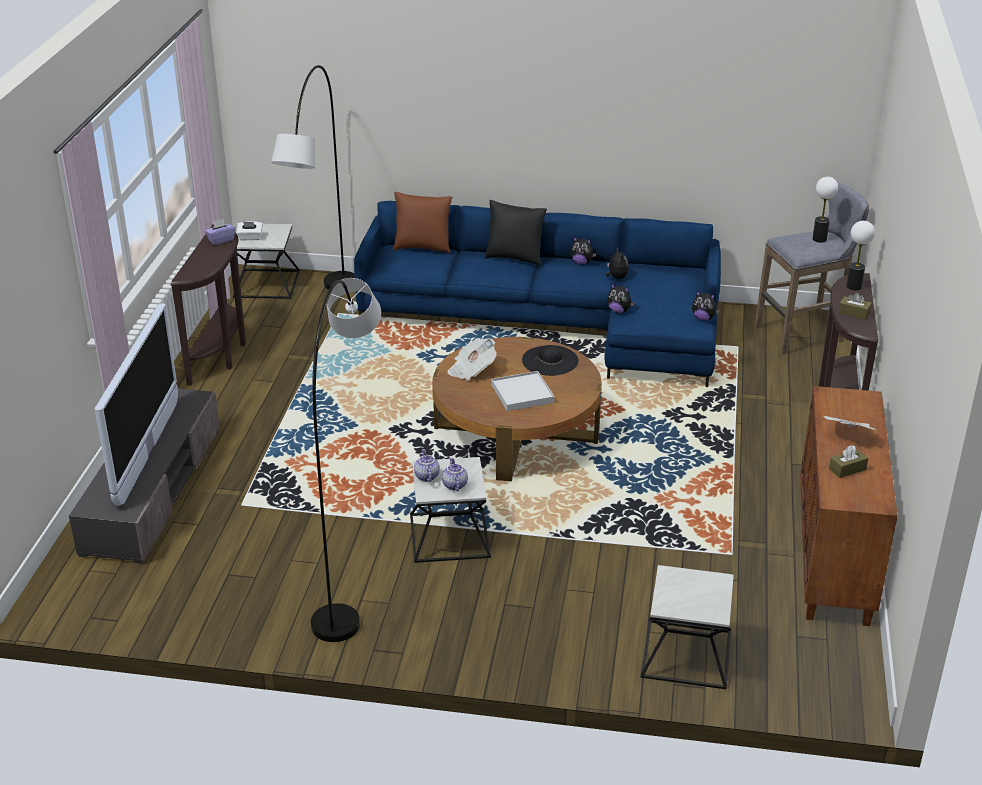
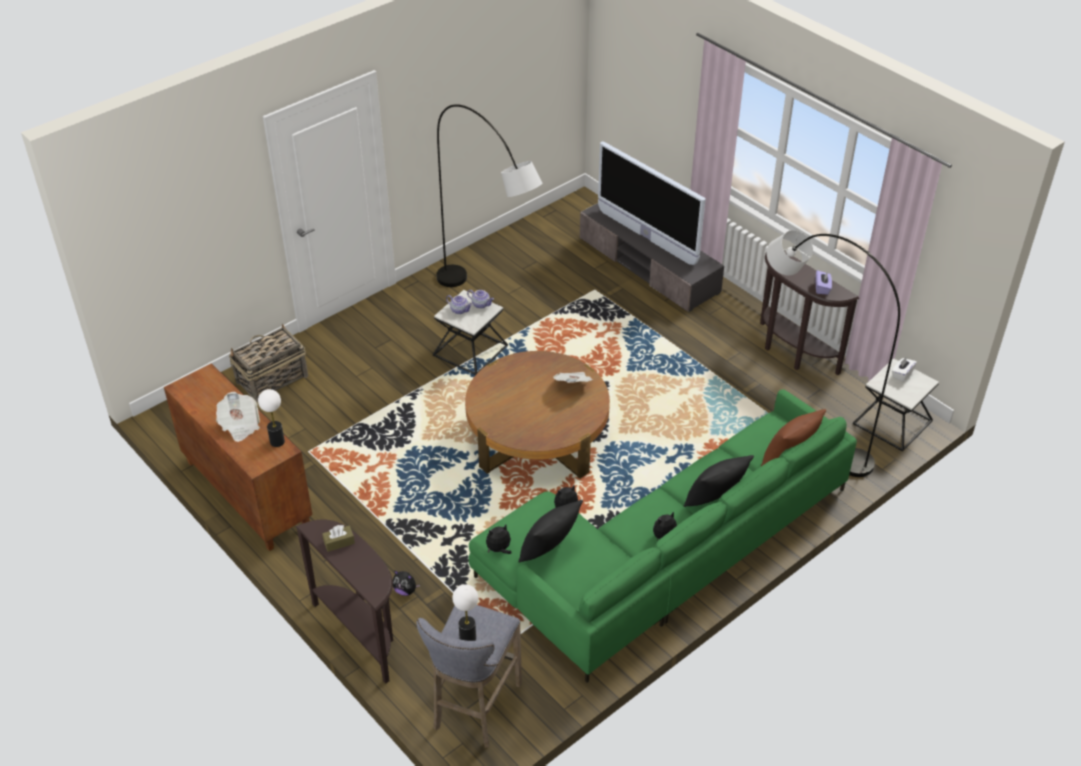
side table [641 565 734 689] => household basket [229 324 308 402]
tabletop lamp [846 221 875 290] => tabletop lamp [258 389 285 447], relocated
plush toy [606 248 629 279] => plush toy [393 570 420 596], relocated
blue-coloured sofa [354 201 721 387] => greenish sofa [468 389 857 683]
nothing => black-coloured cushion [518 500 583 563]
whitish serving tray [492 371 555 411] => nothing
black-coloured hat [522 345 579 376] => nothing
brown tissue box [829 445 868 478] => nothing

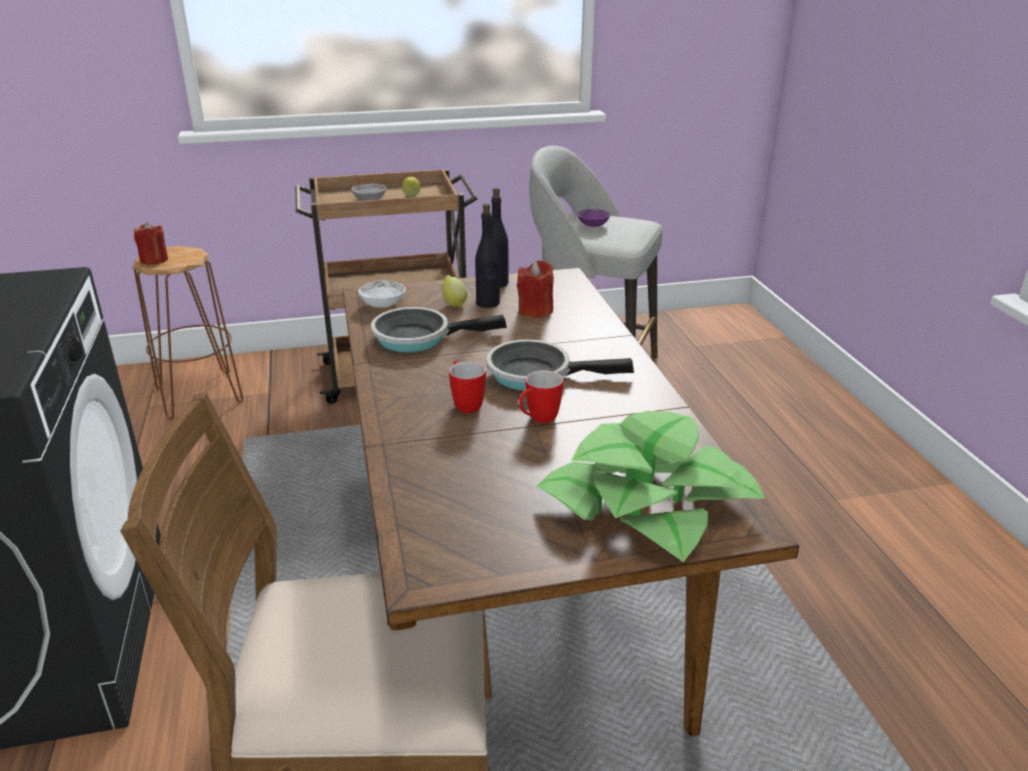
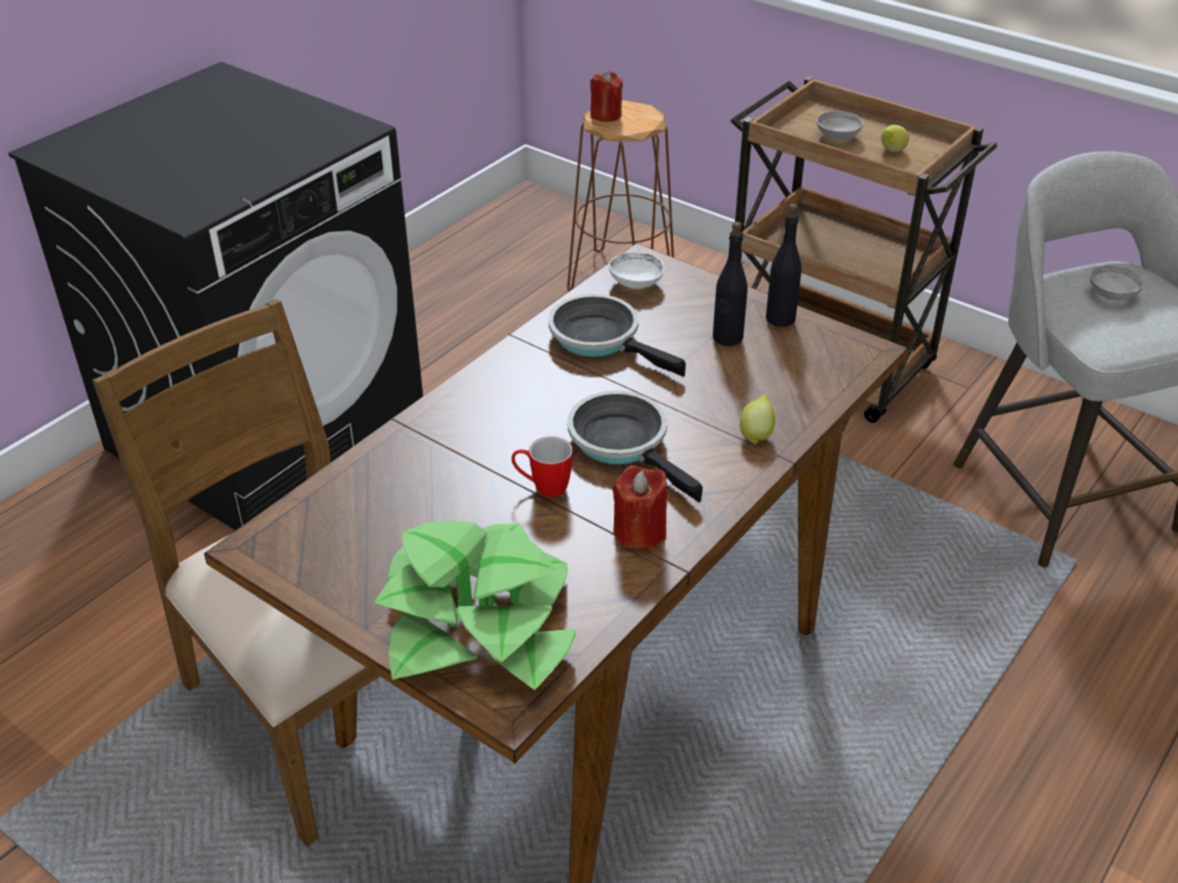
reddish candle [517 261 554 318] => reddish candle [613 466 667 549], relocated
lemon [442 275 467 307] => lemon [740 395 775 445], relocated
purplish bowl [577 209 610 227] => gray bowl [1090 265 1145 301]
mug [449 361 486 413] => nothing

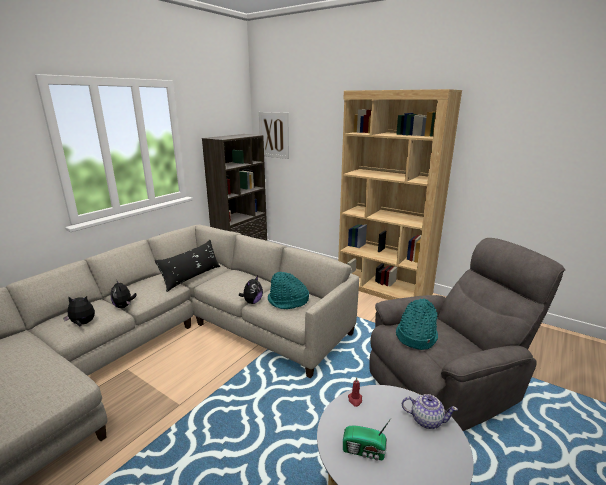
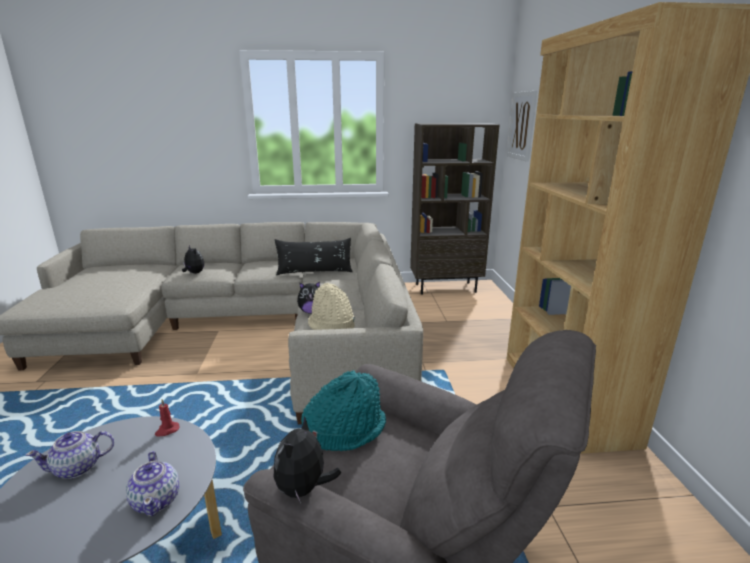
radio set [343 417 392 461] => tea pot [25 431 114 479]
plush toy [111 279 137 308] => plush toy [274 416 341 503], relocated
turquoise-coloured hat [268 272 309 309] => beige-coloured hat [308 283 355 330]

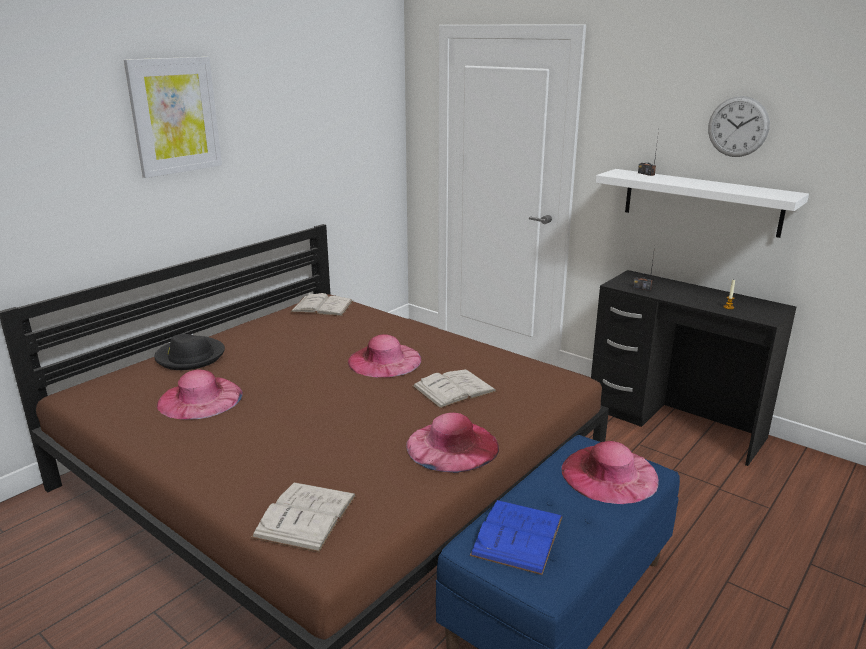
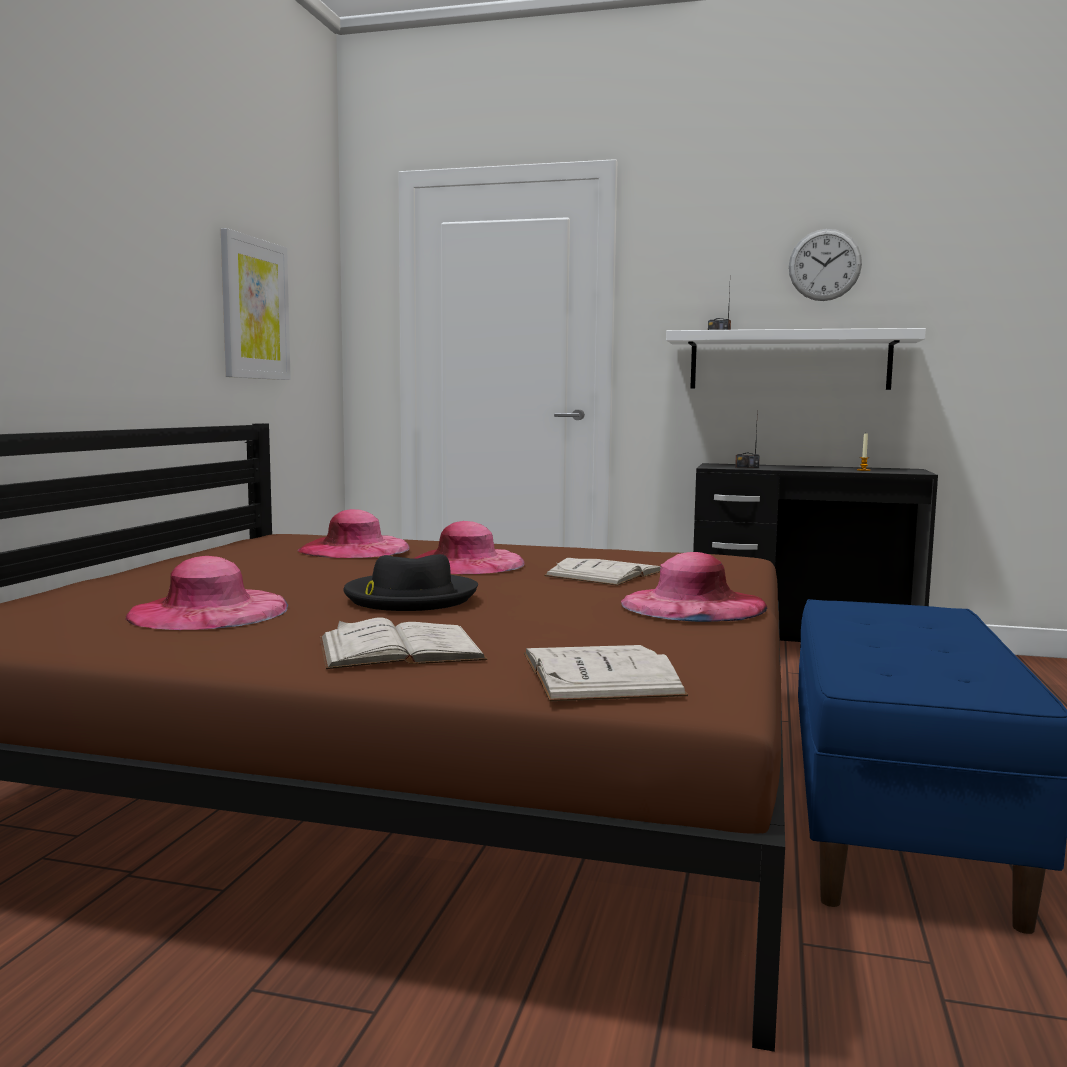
wall art [124 57 222 178] => wall art [221 228 291 380], relocated
pink-coloured hat [561 441 659 504] => pink-coloured hat [298 509 410 558], relocated
whitish volume [290 293 353 316] => whitish volume [320 618 487 669], relocated
black-coloured hat [154 334 225 370] => black-coloured hat [343 554 478 611], relocated
blue-coloured volume [470 500 563 575] => nothing

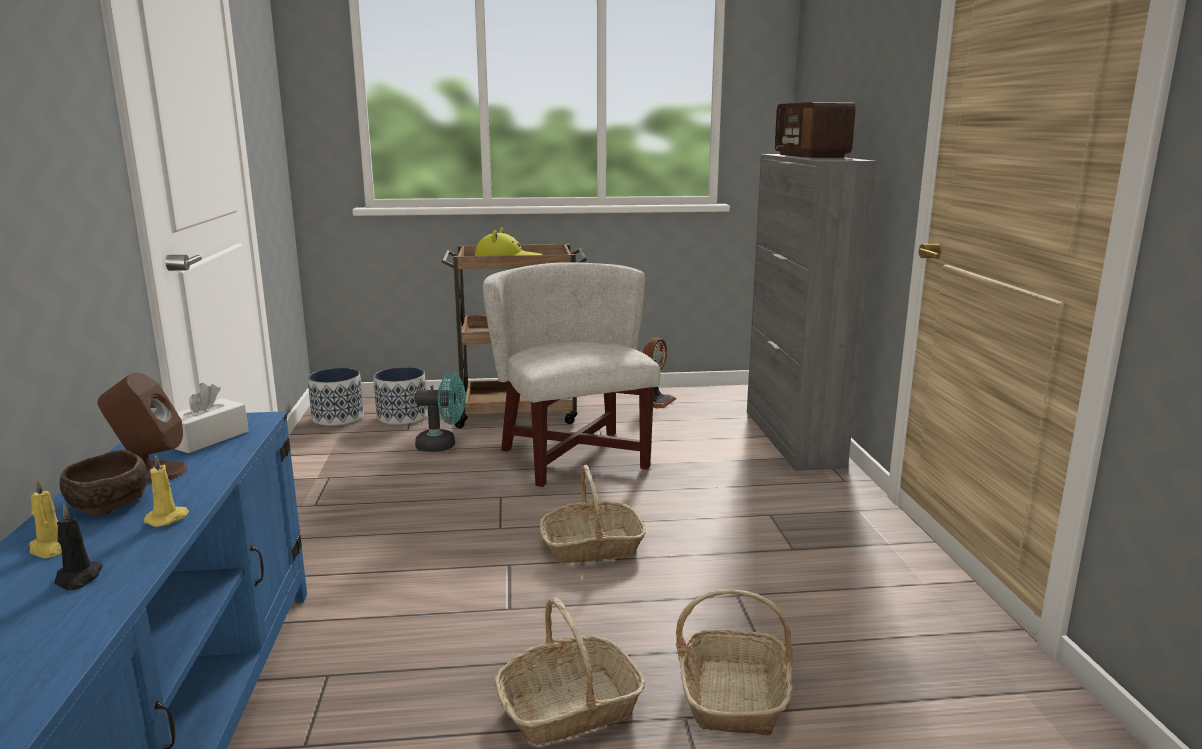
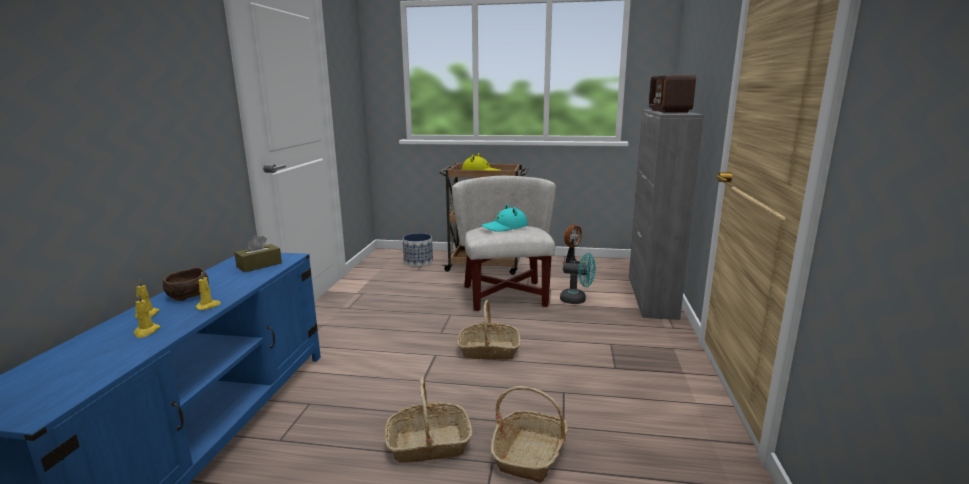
black-coloured candle [55 505 103 590] => yellowish candle [133 293 160 338]
whitish tissue box [175 383 249 453] => brown tissue box [234 235 282 272]
nothing => turquoise-coloured hat [481 204 528 232]
turquoise-coloured electric fan [415 372 465 452] => turquoise-coloured electric fan [560 253 596 304], relocated
brown speaker [98 373 188 483] => nothing
flower pot [308 368 364 426] => nothing

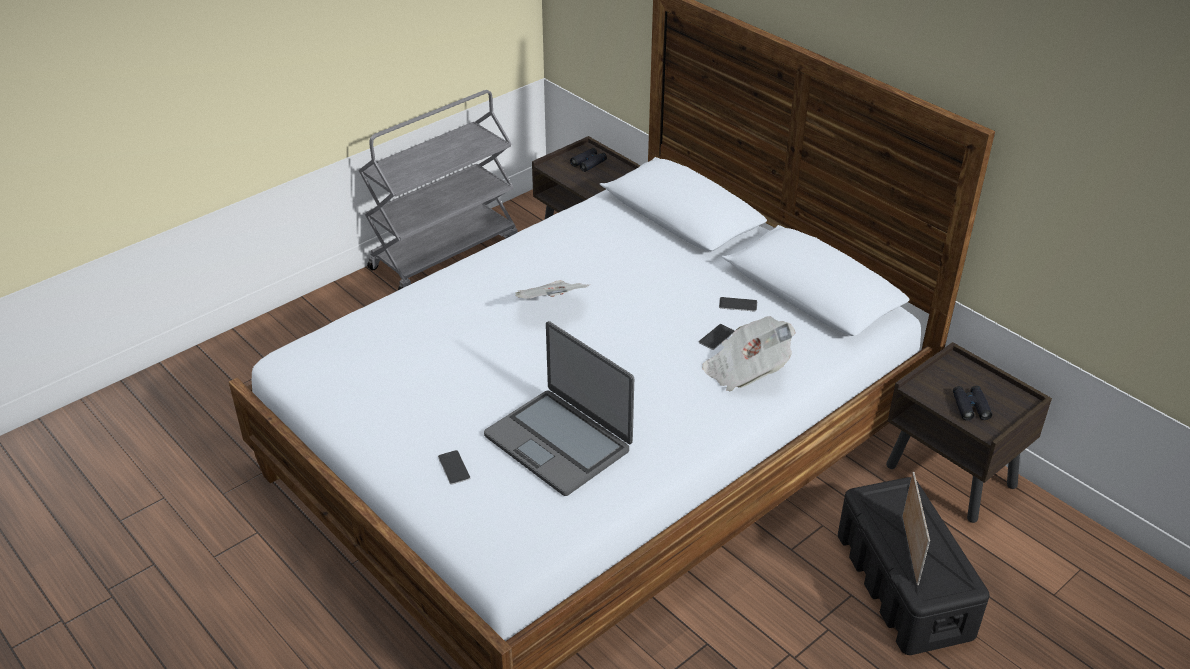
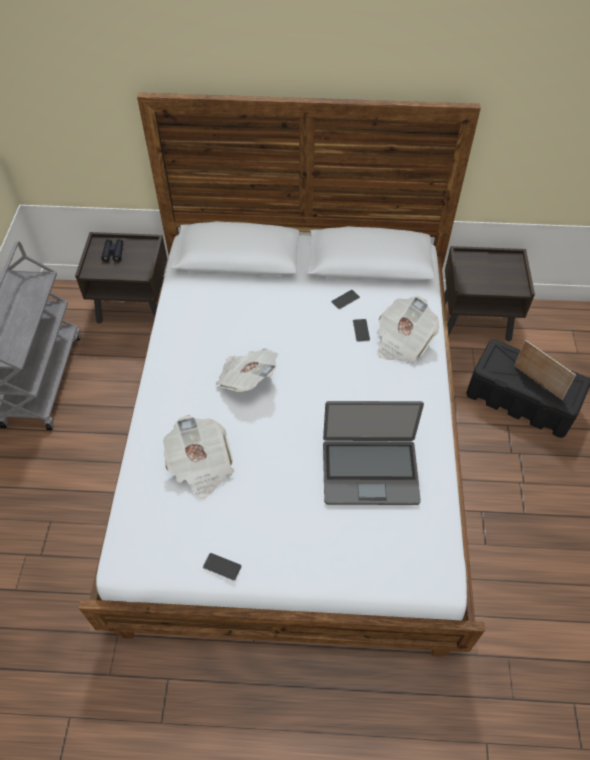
nothing => daily paper [163 415 234 498]
handset [438 450 471 485] => handset [203 553 242 581], relocated
black-coloured field glasses [953 386 992 421] => nothing

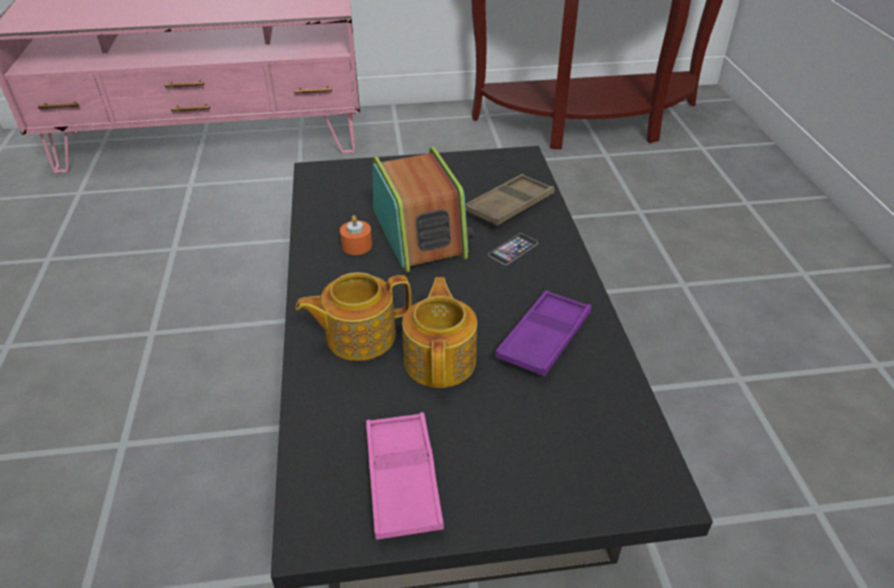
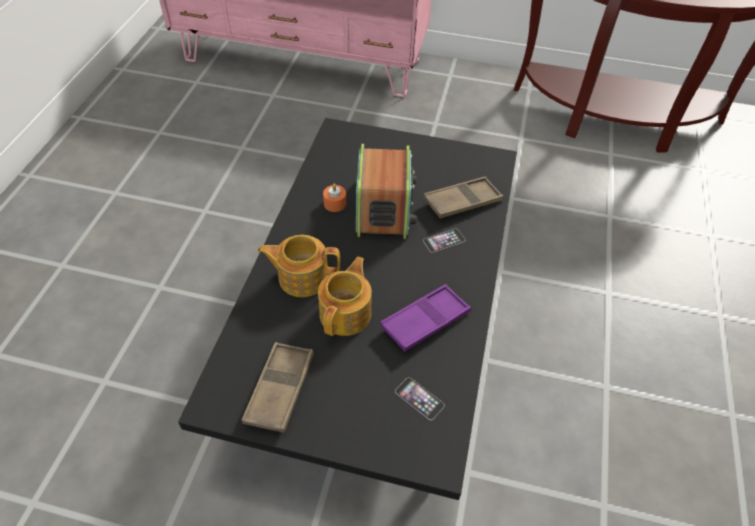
pink-coloured serving tray [366 412 444 540] => brown serving tray [241 342 314 433]
nothing => handset [395 377 445 420]

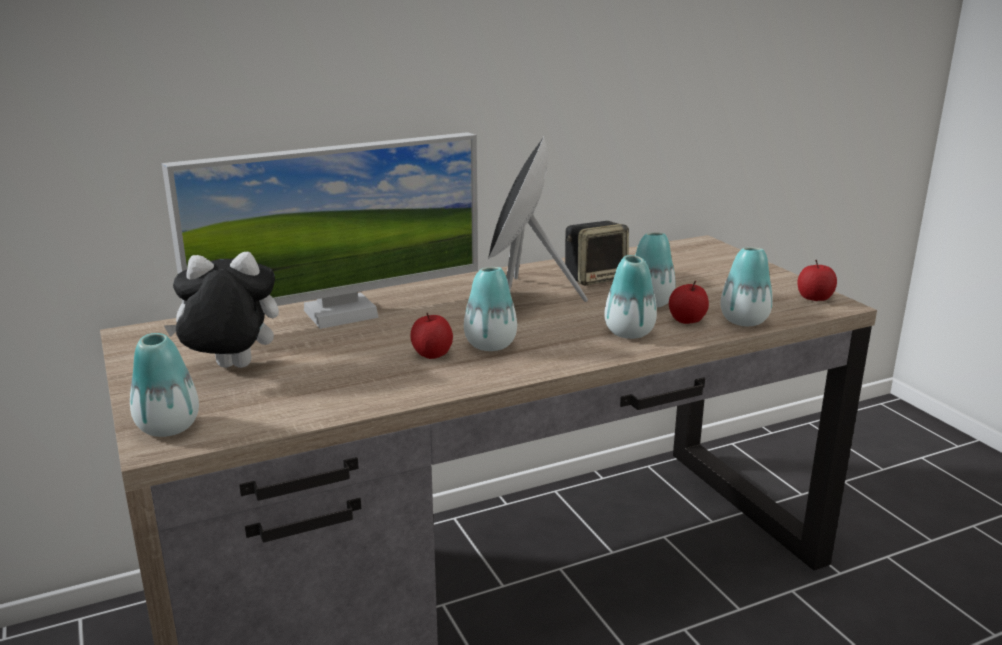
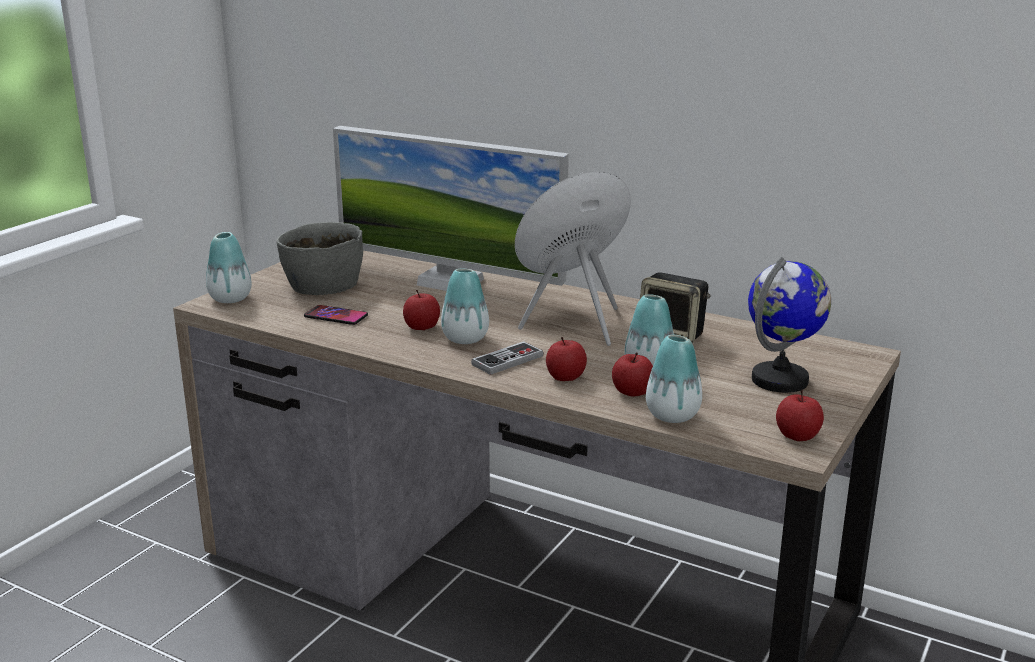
plush toy [164 251 279 368] => gray bowl [276 222 363 295]
nothing => handset [304 305 368 325]
nothing => gamepad [471 341 543 375]
flower vase [604 255 657 339] => apple [546 337 587 381]
nothing => globe [748 257 831 393]

